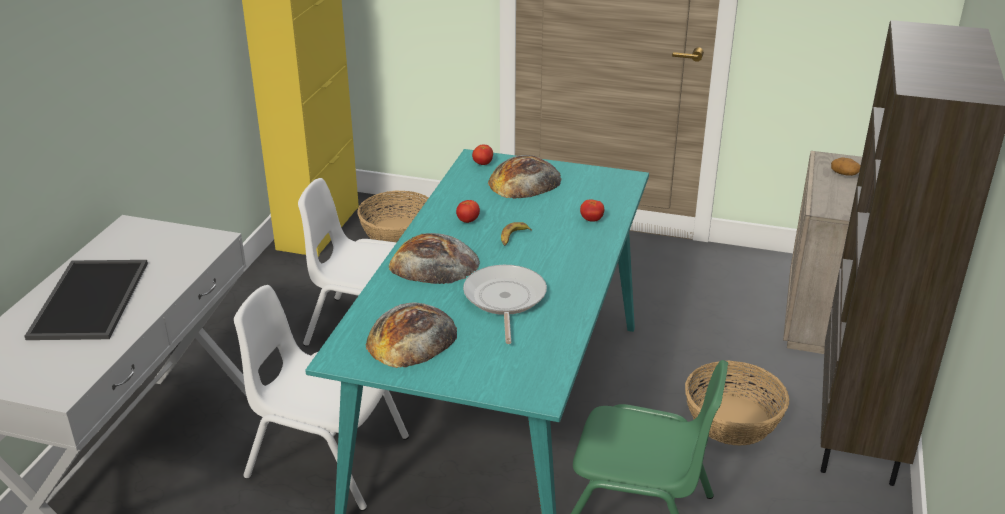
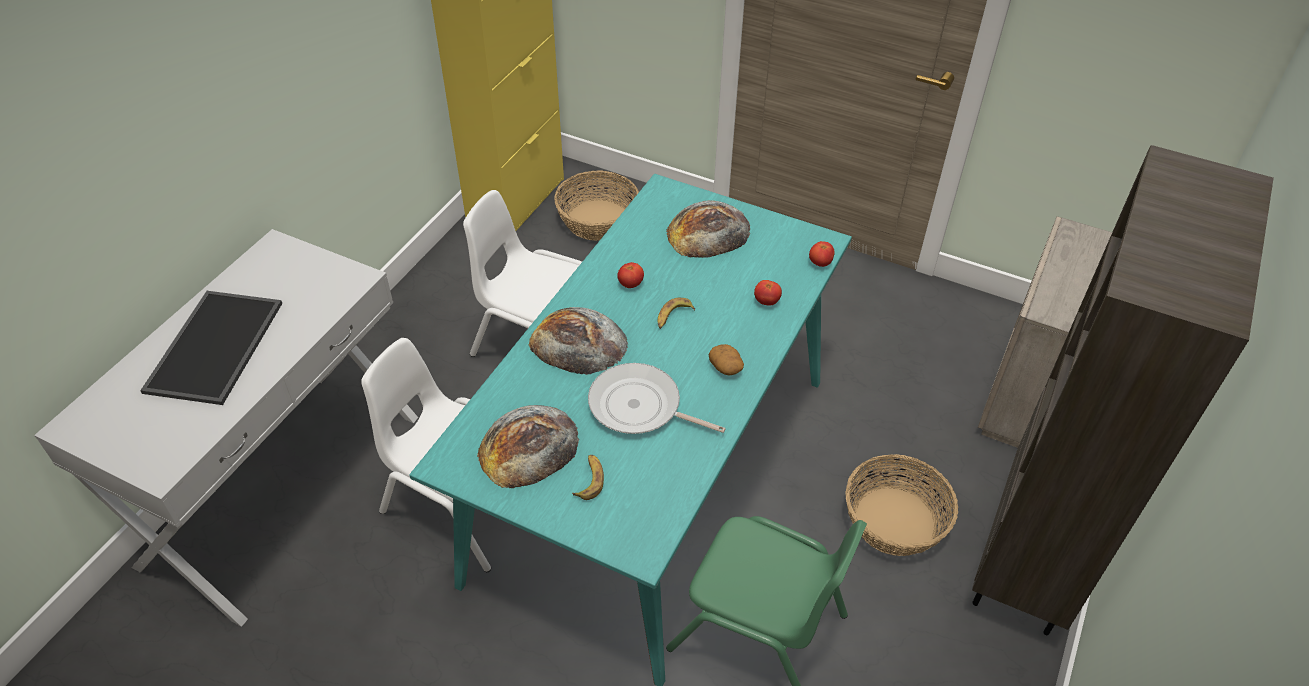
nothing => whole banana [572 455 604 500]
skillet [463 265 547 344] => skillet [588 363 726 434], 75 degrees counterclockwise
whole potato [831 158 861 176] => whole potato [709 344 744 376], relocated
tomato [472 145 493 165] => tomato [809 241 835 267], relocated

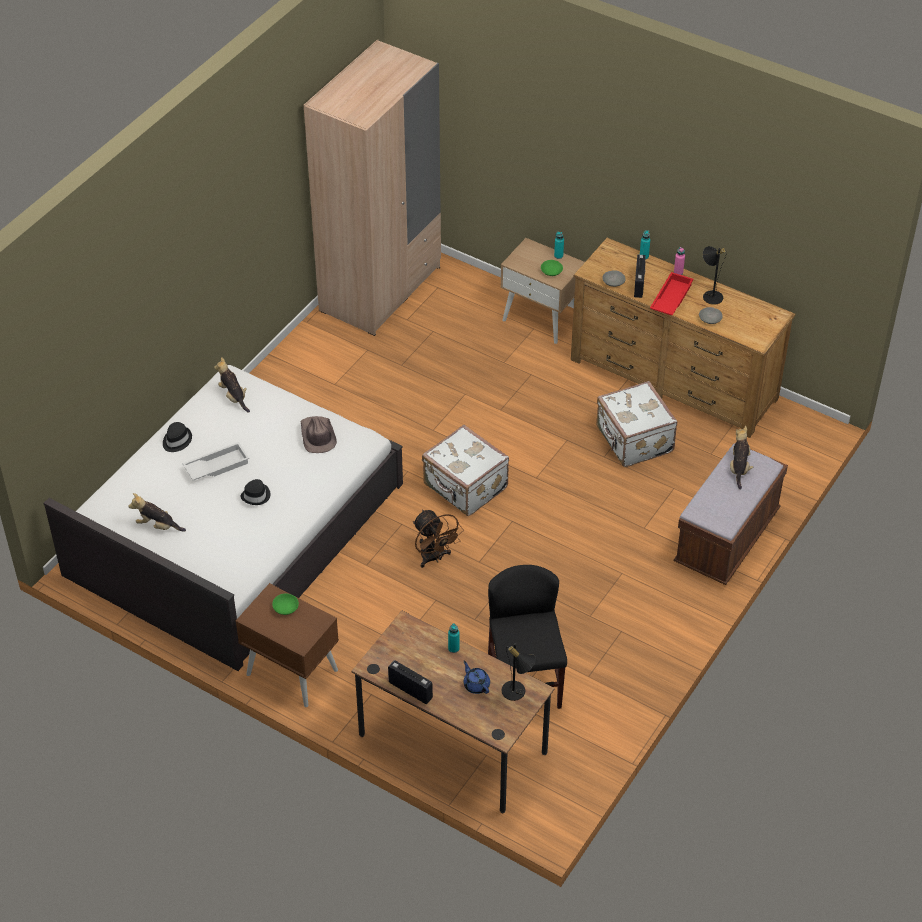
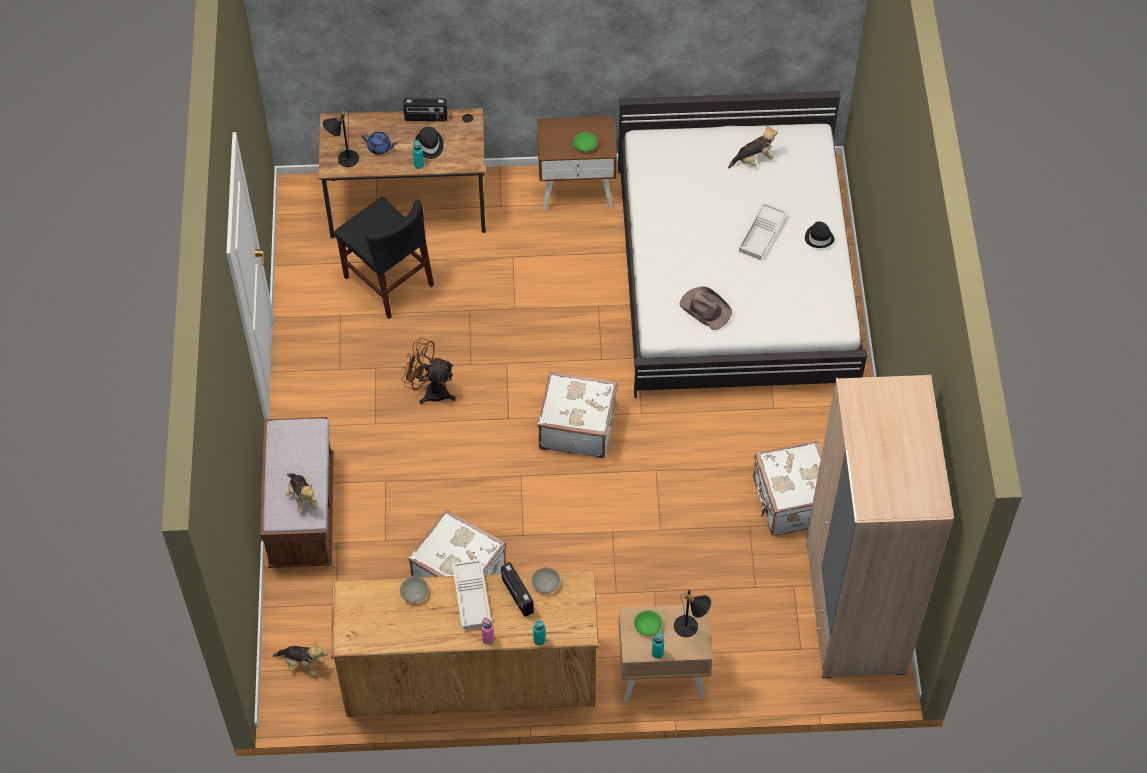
plush toy [214 357 250 413] => plush toy [273 642 327 676], relocated
brown electric fan [413 509 464 568] => brown electric fan [401 338 456 404], relocated
black-coloured hat [240 479 270 505] => black-coloured hat [415 127 444 159], relocated
reddish serving tray [650 272 694 316] => whitish serving tray [452 559 491 629]
black-coloured tabletop lamp [703 246 727 305] => black-coloured tabletop lamp [674 589 711 637], relocated
nothing => whitish travel case [753 441 822 536]

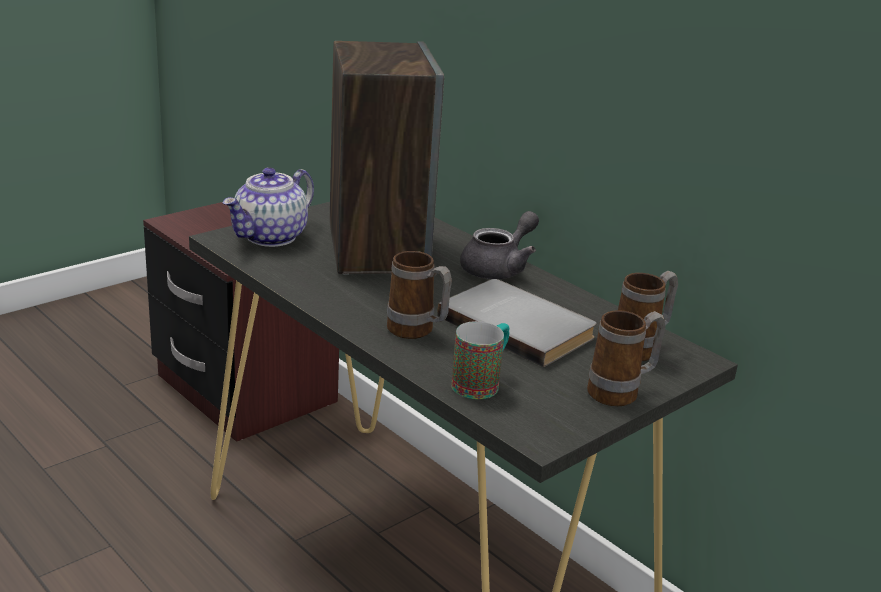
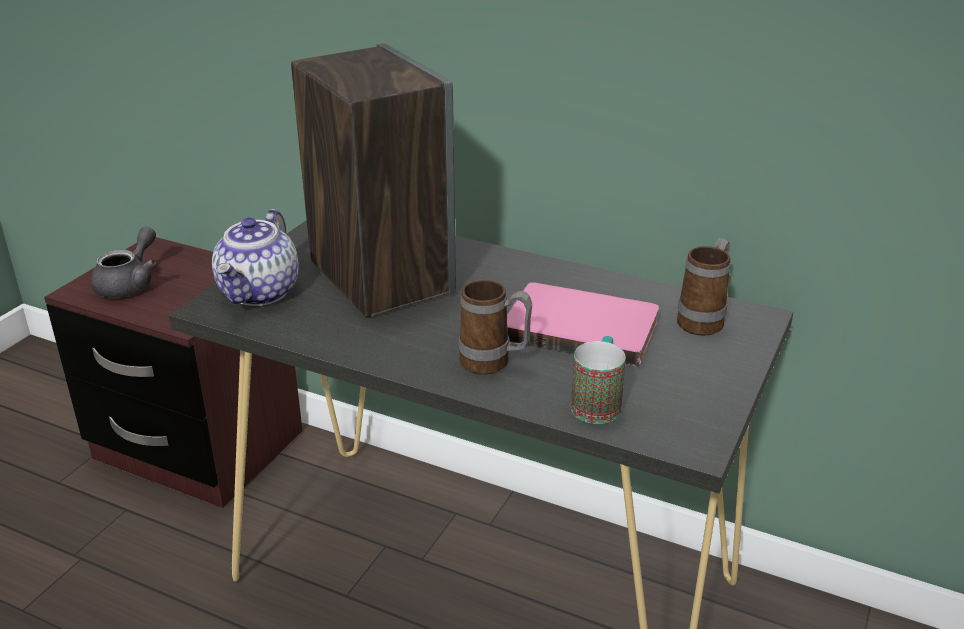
gray tea pot [460 211 539 279] => gray tea pot [91 227 156 298], relocated
gray volume [437 279 597 367] => pink-coloured volume [507 282 659 367]
mug [587 310 666 406] => nothing

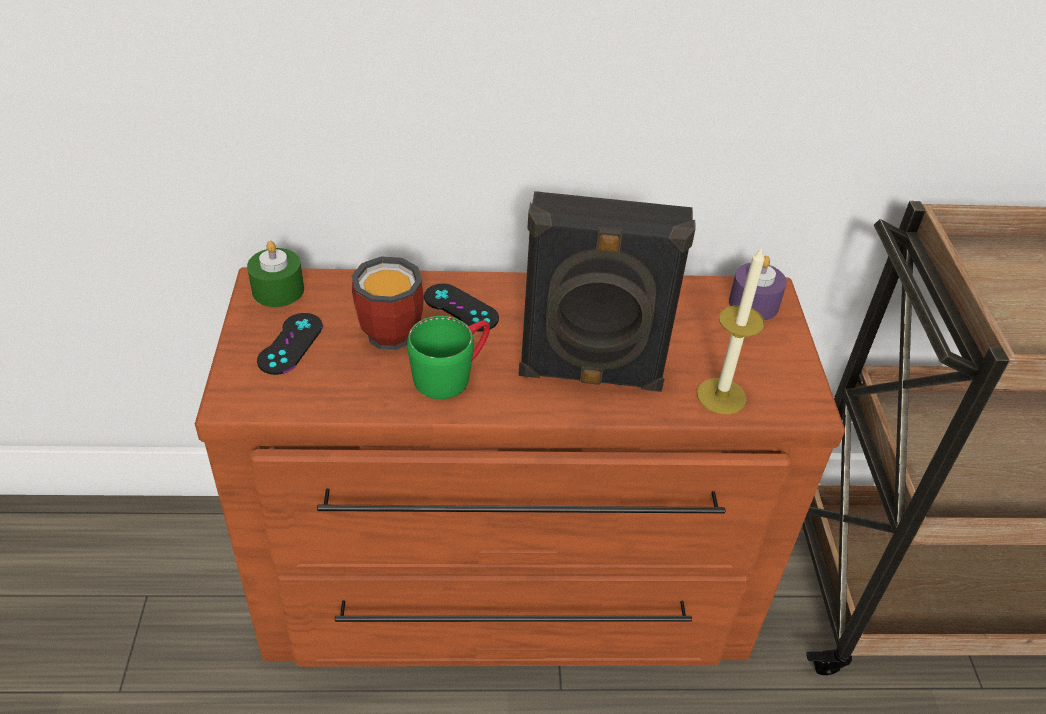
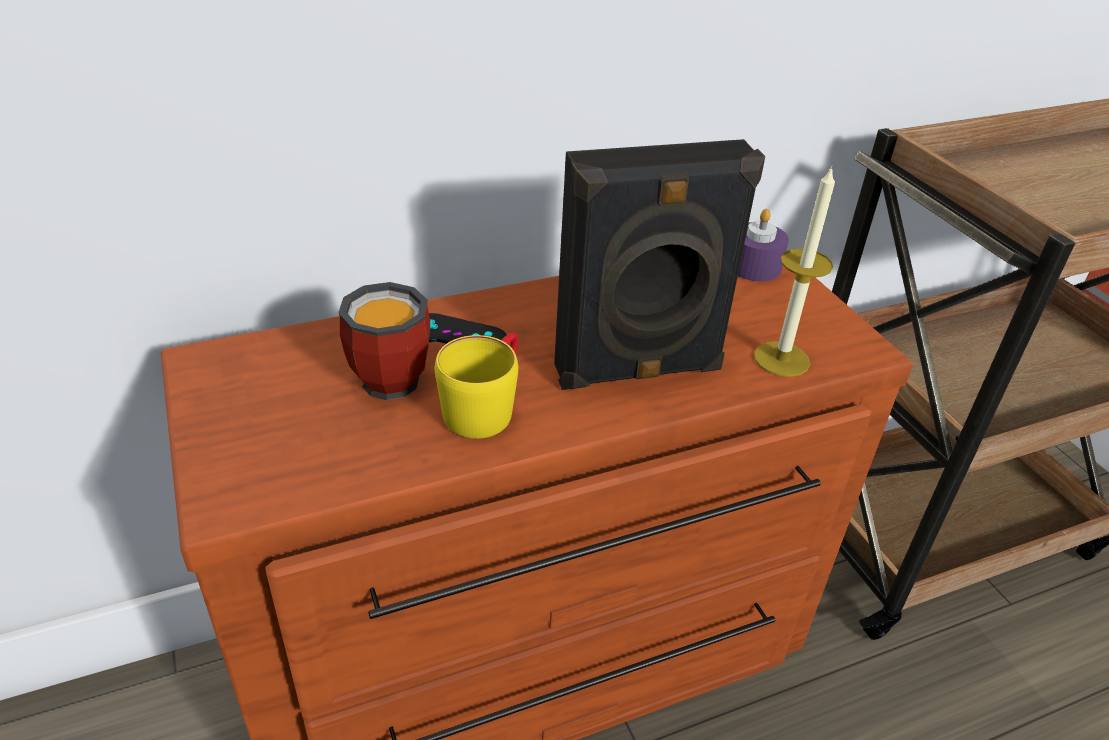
greenish mug [407 316 490 399] => yellowish mug [435 333 518 439]
greenish candle [247 241 304 307] => nothing
black-coloured gamepad [257 313 323 375] => nothing

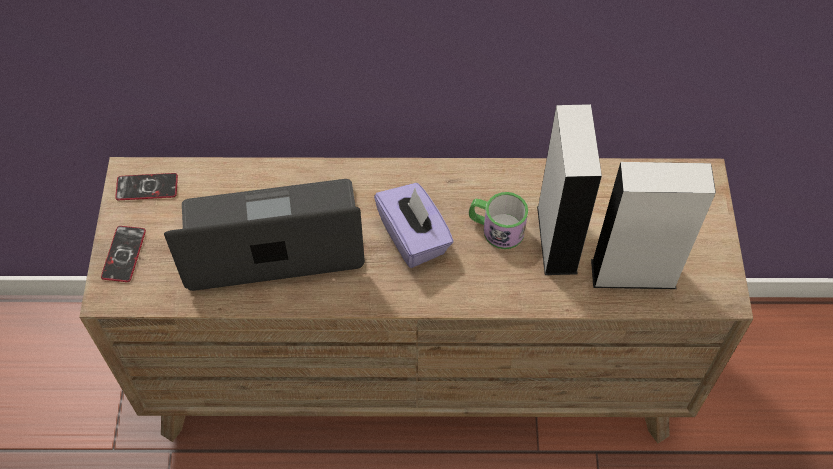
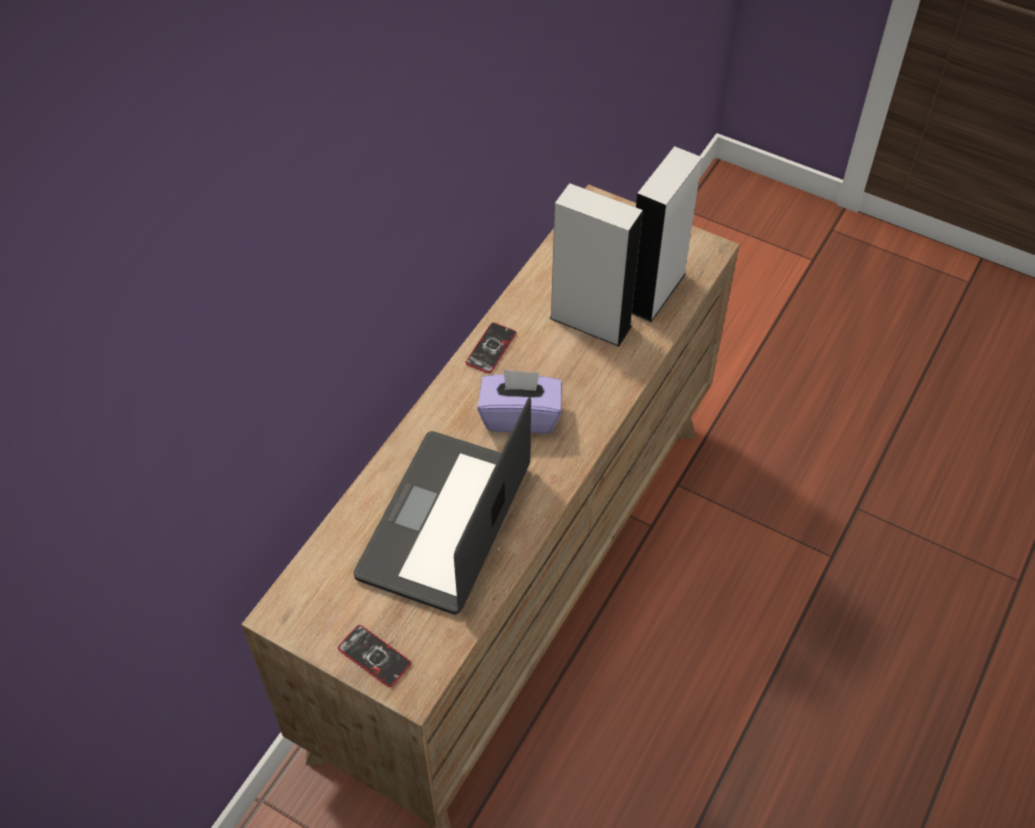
handset [115 173 178 200] => handset [465 323 517 373], relocated
mug [469 192 528 249] => nothing

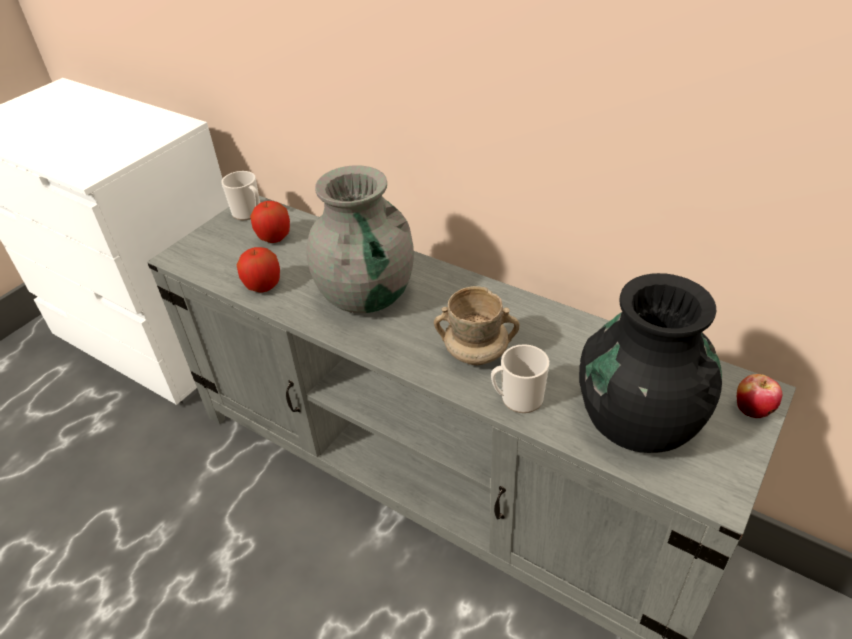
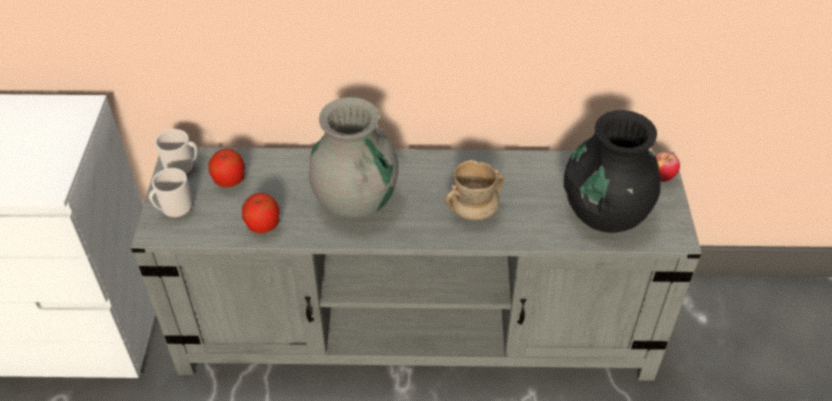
mug [491 344 549 413] => mug [149 168 192 218], relocated

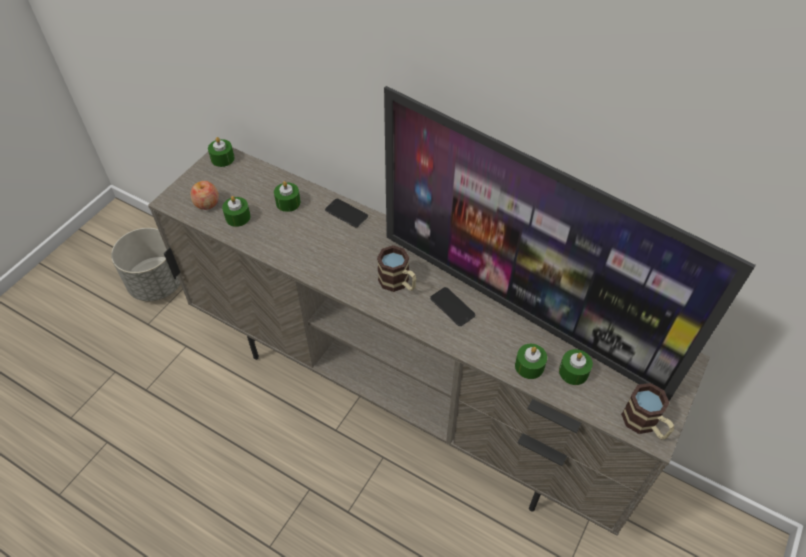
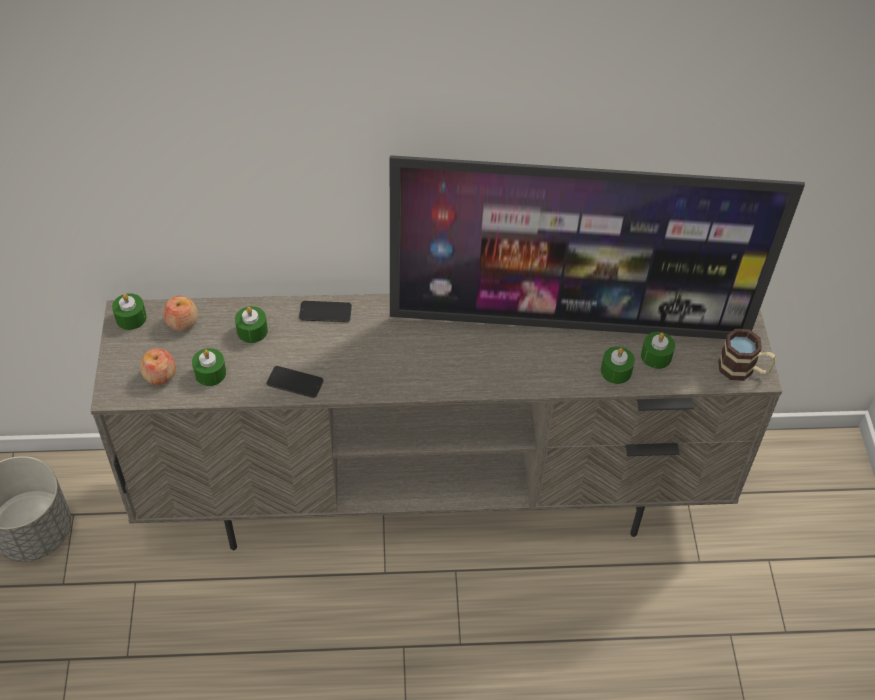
nothing => apple [163 296 198 331]
handset [430 287 475 326] => handset [267 366 324 398], relocated
mug [377 245 416 292] => nothing

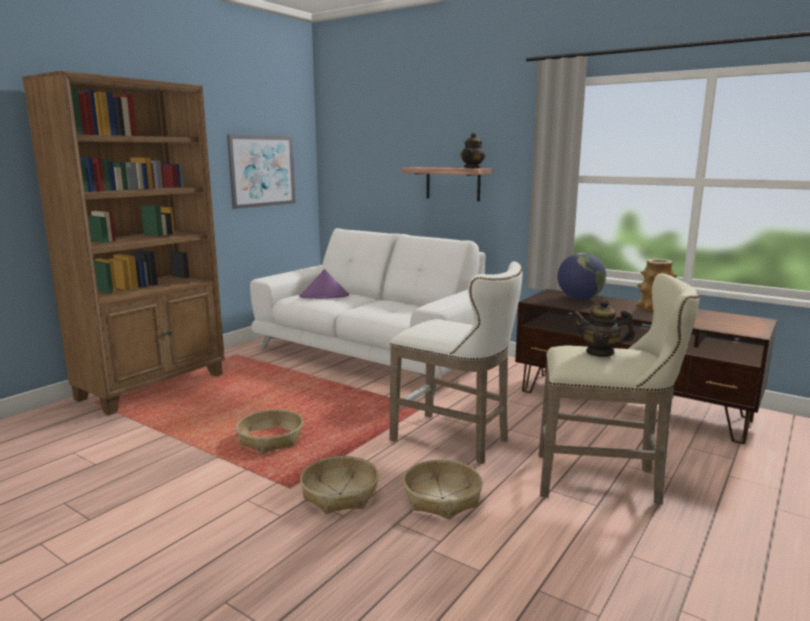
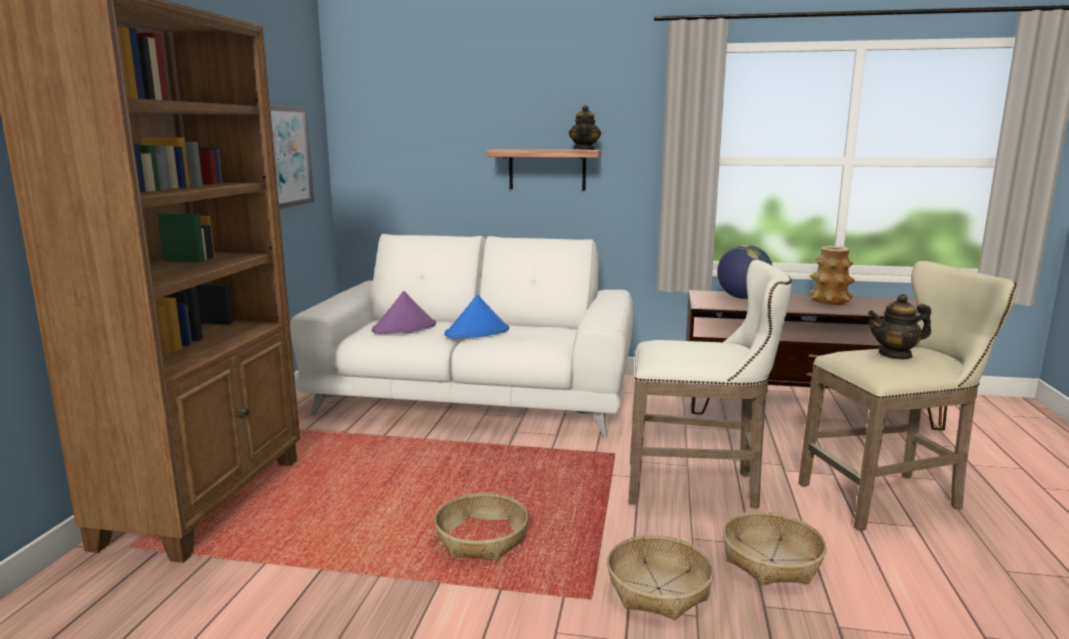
nothing => blue-coloured hat [444 294 509 338]

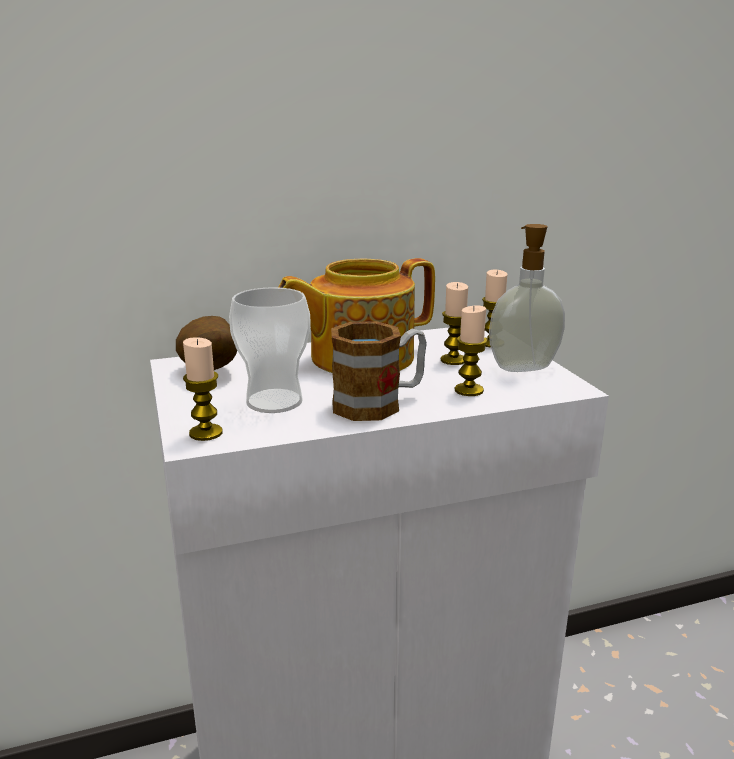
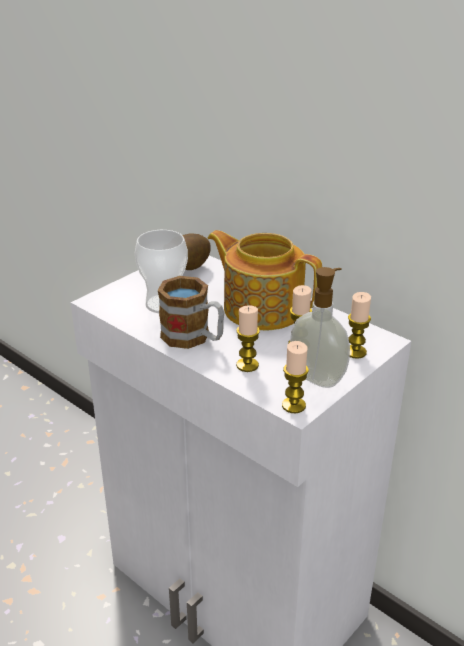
candle [183 337 223 441] => candle [282 341 309 413], relocated

